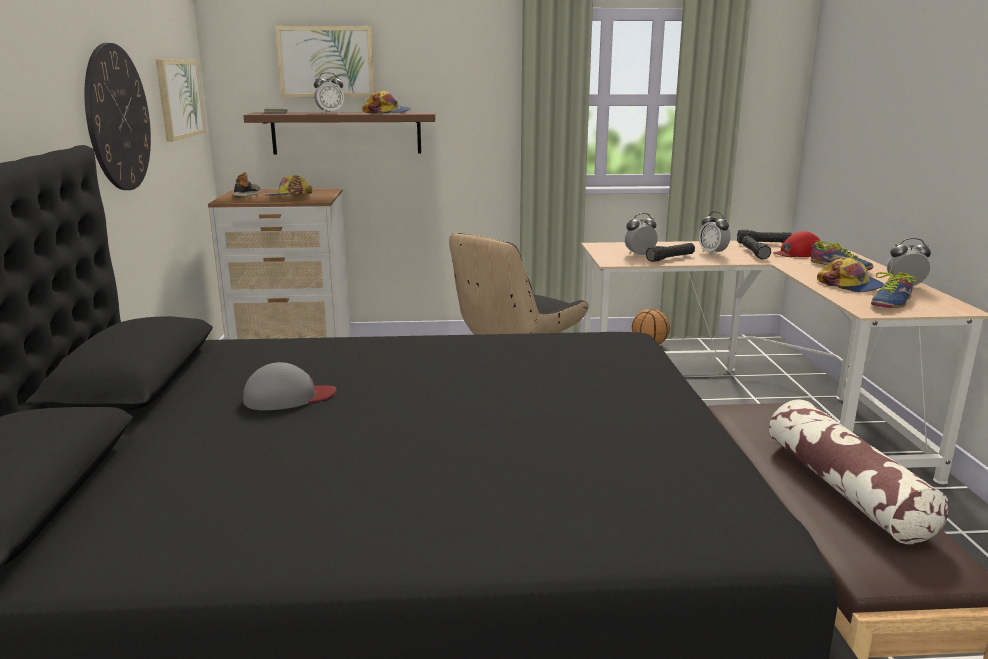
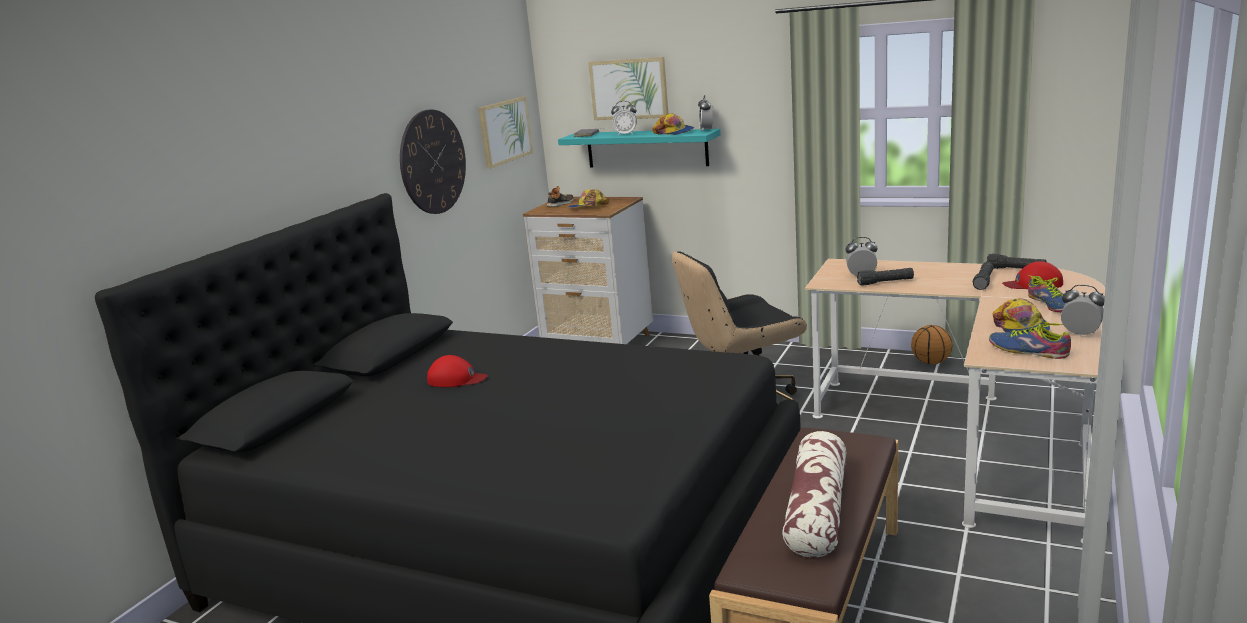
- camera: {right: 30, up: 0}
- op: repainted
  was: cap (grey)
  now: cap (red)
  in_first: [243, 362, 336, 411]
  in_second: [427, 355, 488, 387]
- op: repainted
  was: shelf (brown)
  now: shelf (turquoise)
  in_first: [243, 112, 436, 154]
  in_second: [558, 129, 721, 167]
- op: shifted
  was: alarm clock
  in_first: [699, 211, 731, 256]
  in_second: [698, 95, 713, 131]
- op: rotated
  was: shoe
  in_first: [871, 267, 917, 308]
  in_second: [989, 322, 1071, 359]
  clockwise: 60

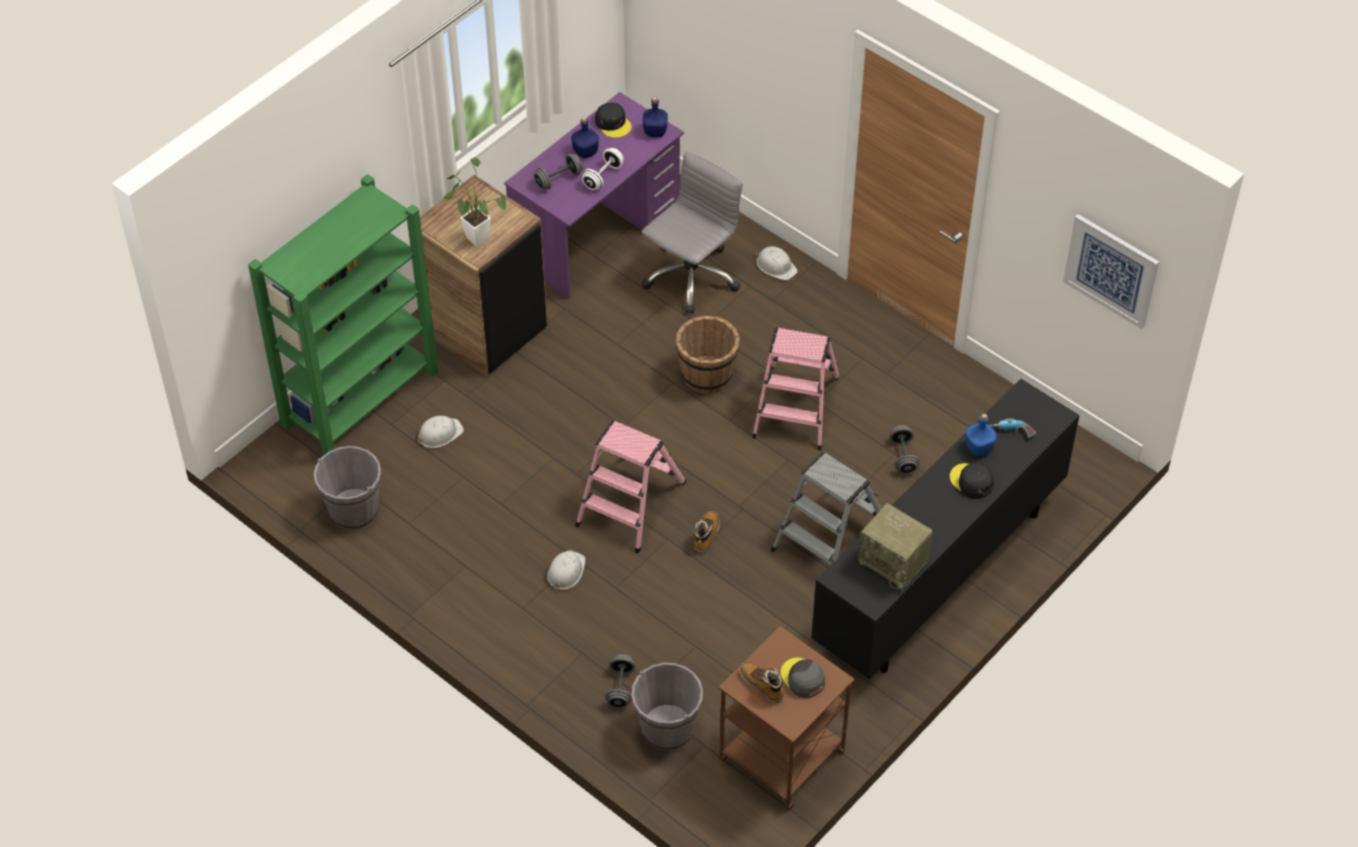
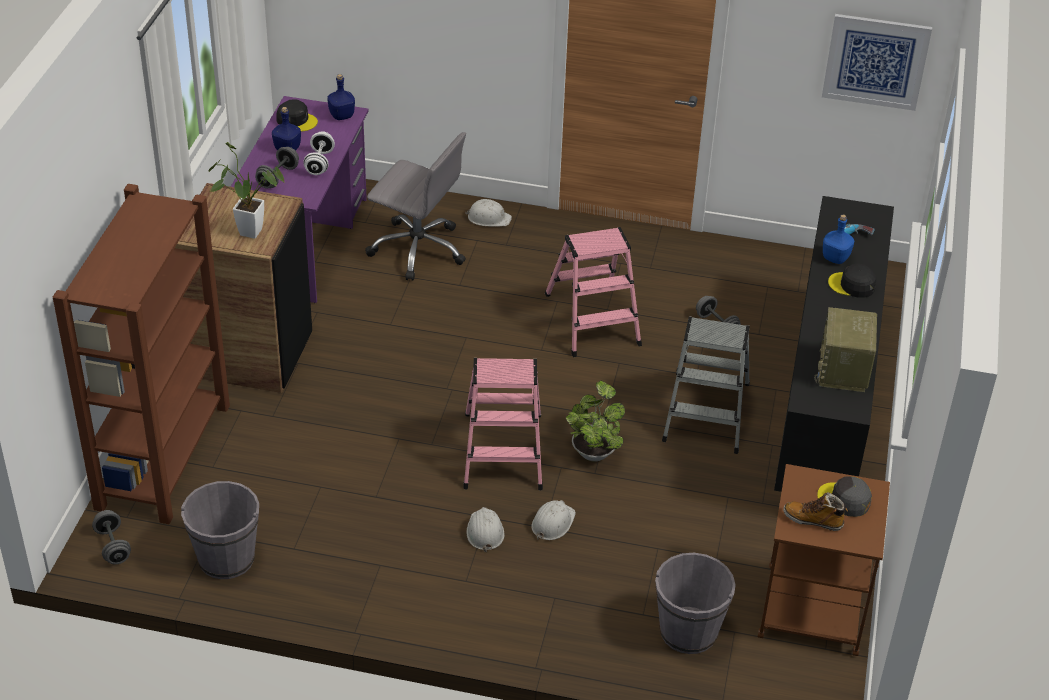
- camera: {right: -30, up: -10}
- op: repainted
  was: bookcase (green)
  now: bookcase (brown)
  in_first: [248, 174, 438, 456]
  in_second: [53, 184, 230, 524]
- op: shifted
  was: dumbbell (grey)
  in_first: [605, 654, 636, 709]
  in_second: [92, 510, 131, 564]
- op: rotated
  was: office chair (grey)
  in_first: [641, 152, 743, 314]
  in_second: [365, 132, 466, 281]
  clockwise: 105
- op: shifted
  was: hard hat (white)
  in_first: [418, 416, 464, 448]
  in_second: [531, 500, 576, 540]
- op: swapped
  was: boot
  now: potted plant
  in_first: [694, 511, 720, 553]
  in_second: [566, 380, 625, 462]
- op: rotated
  was: radio
  in_first: [858, 503, 933, 590]
  in_second: [814, 307, 877, 392]
  clockwise: 90
- op: gone
  was: bucket (brown)
  in_first: [676, 316, 740, 394]

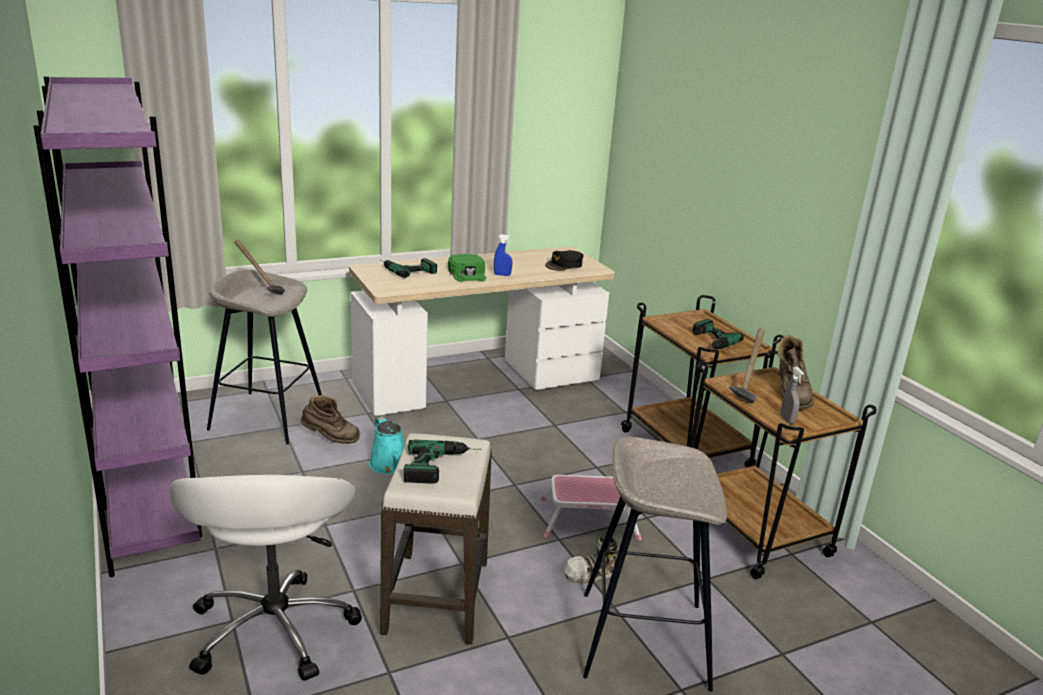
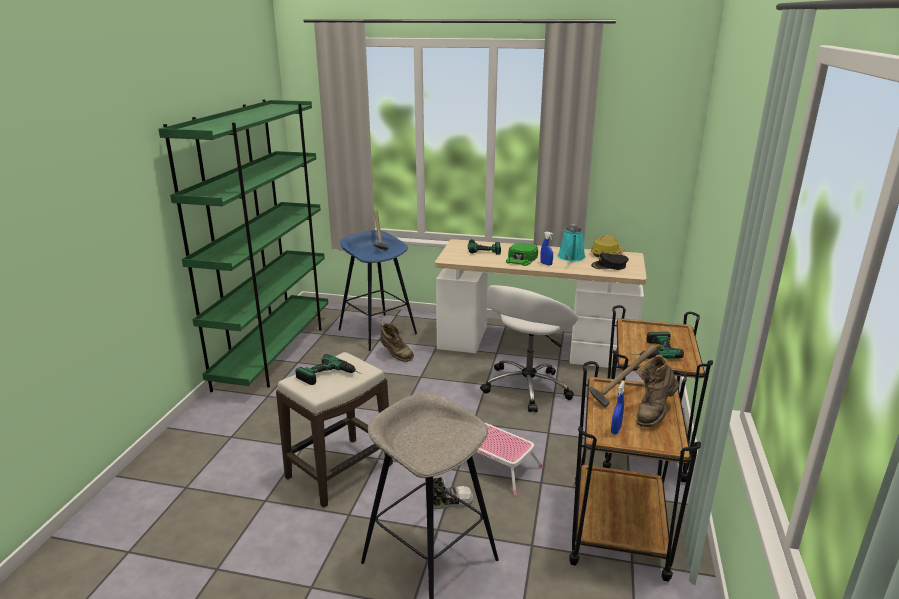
- camera: {right: 40, up: 0}
- op: repainted
  was: bookcase (purple)
  now: bookcase (green)
  in_first: [34, 76, 202, 577]
  in_second: [158, 99, 328, 392]
- op: repainted
  was: stool (grey)
  now: stool (blue)
  in_first: [207, 269, 322, 444]
  in_second: [339, 230, 417, 351]
- op: rotated
  was: shoe
  in_first: [564, 537, 617, 583]
  in_second: [433, 477, 473, 509]
  clockwise: 150
- op: shifted
  was: office chair (white)
  in_first: [169, 475, 362, 681]
  in_second: [480, 285, 578, 412]
- op: shifted
  was: watering can (turquoise)
  in_first: [369, 416, 404, 474]
  in_second: [558, 224, 586, 261]
- op: new
  now: hard hat
  in_second: [591, 235, 625, 257]
- op: repainted
  was: spray bottle (grey)
  now: spray bottle (blue)
  in_first: [780, 367, 804, 424]
  in_second: [611, 381, 625, 434]

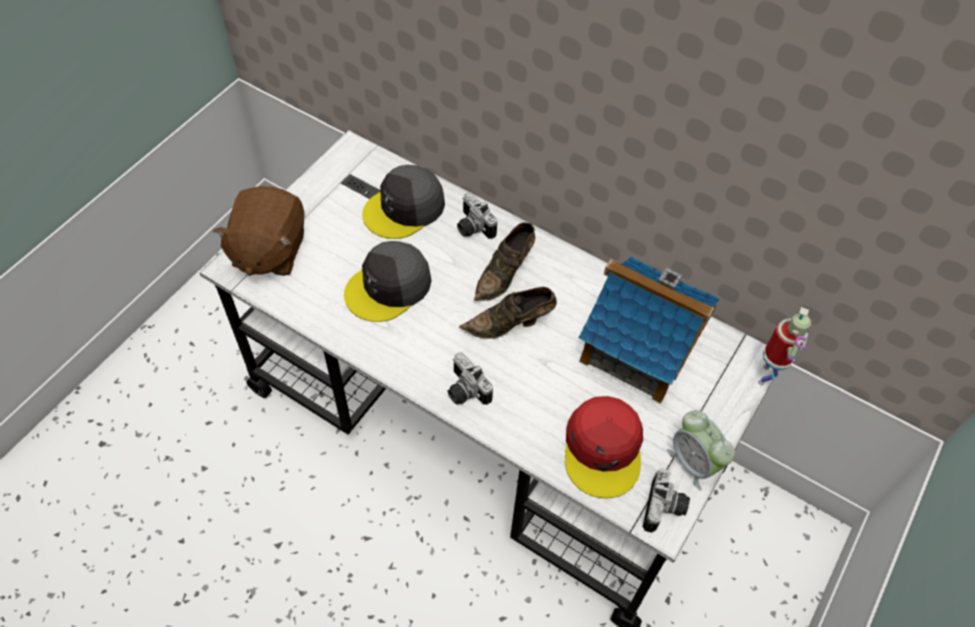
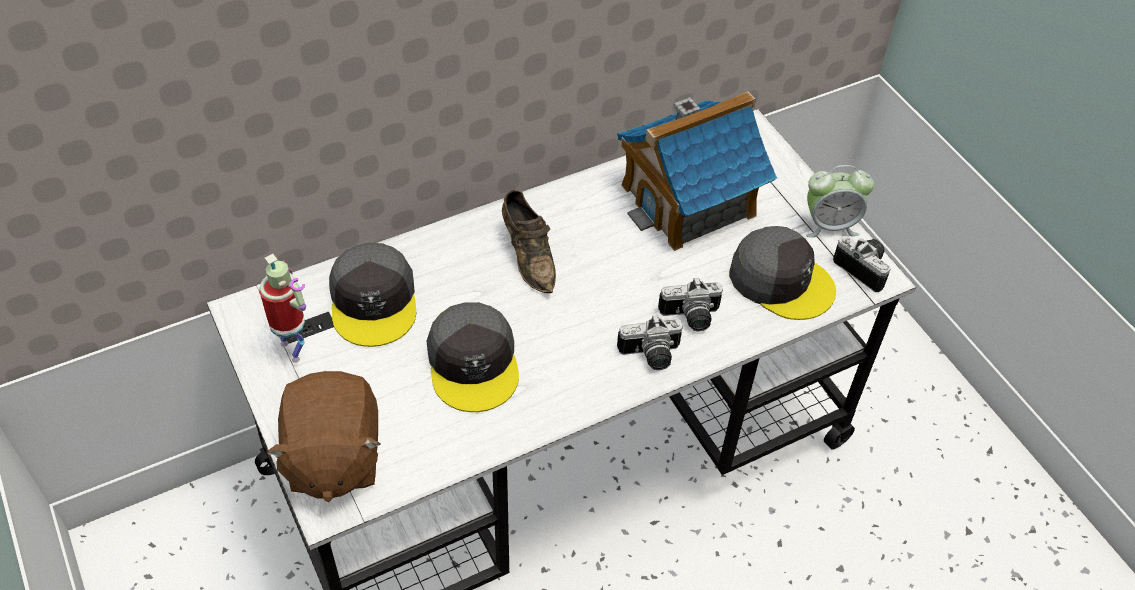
- camera: {right: -60, up: -5}
- op: shifted
  was: toy robot
  in_first: [758, 307, 812, 385]
  in_second: [259, 254, 306, 363]
- op: rotated
  was: plush toy (brown)
  in_first: [213, 186, 304, 276]
  in_second: [267, 371, 381, 502]
  clockwise: 45
- op: shifted
  was: photo camera
  in_first: [457, 192, 497, 239]
  in_second: [658, 277, 723, 331]
- op: repainted
  was: cap (red)
  now: cap (grey)
  in_first: [565, 396, 643, 498]
  in_second: [729, 226, 836, 320]
- op: gone
  was: shoe (brown)
  in_first: [459, 287, 557, 339]

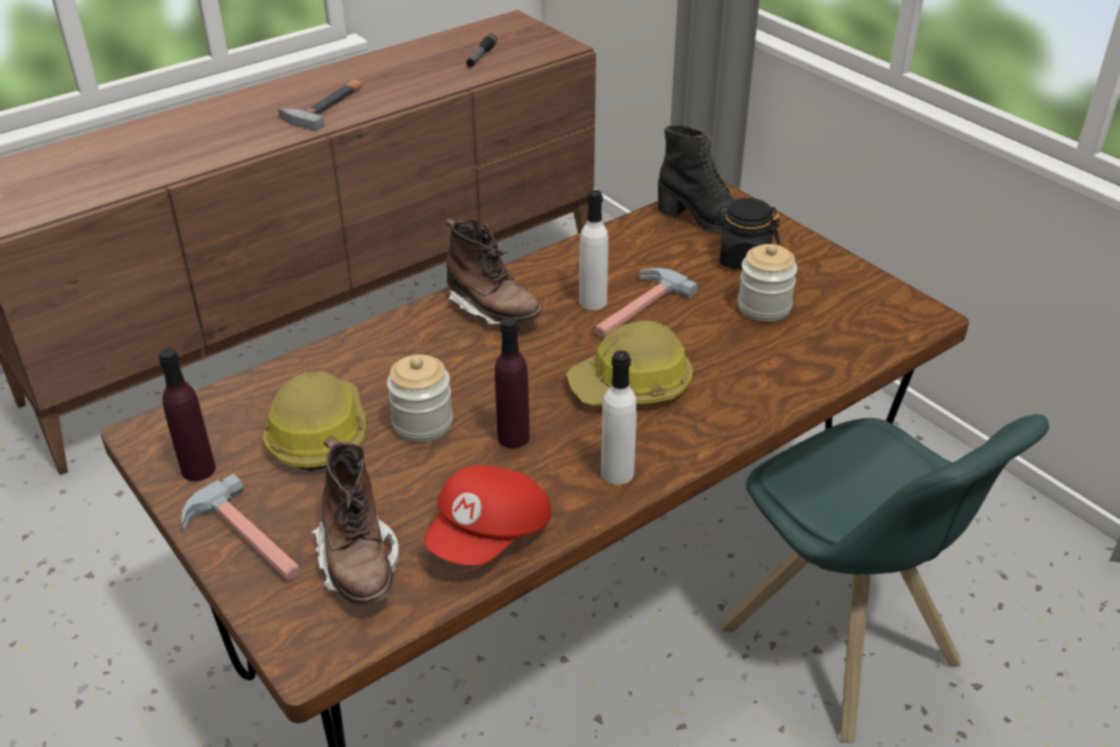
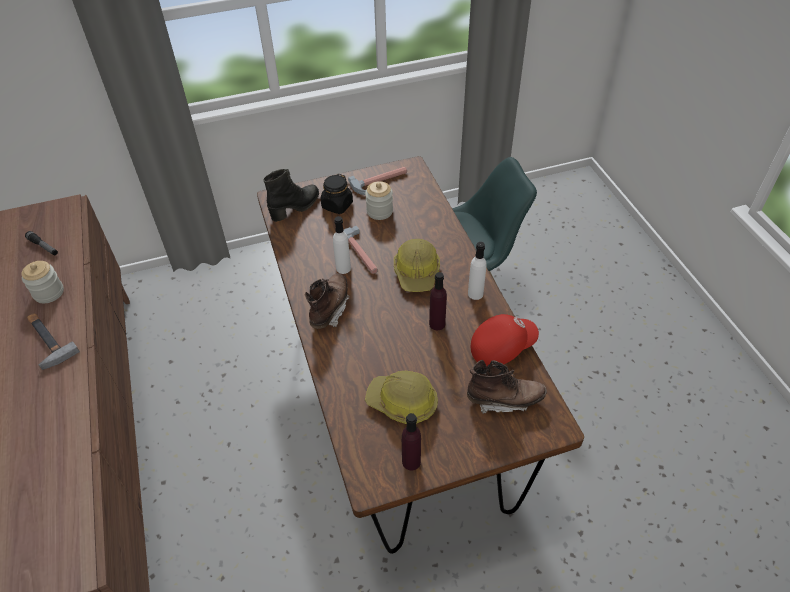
- camera: {right: -70, up: 10}
- op: shifted
  was: jar
  in_first: [387, 354, 453, 442]
  in_second: [21, 261, 64, 303]
- op: rotated
  was: boot (brown)
  in_first: [446, 218, 543, 325]
  in_second: [305, 273, 350, 329]
  clockwise: -45
- op: shifted
  was: hammer
  in_first: [181, 474, 300, 581]
  in_second: [348, 167, 407, 195]
- op: rotated
  was: cap (red)
  in_first: [424, 465, 551, 565]
  in_second: [471, 314, 539, 366]
  clockwise: -75

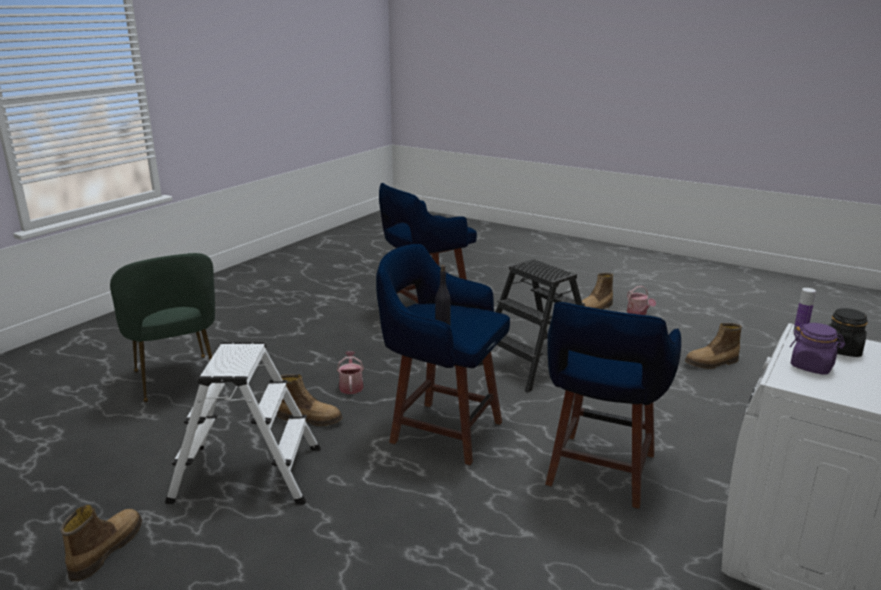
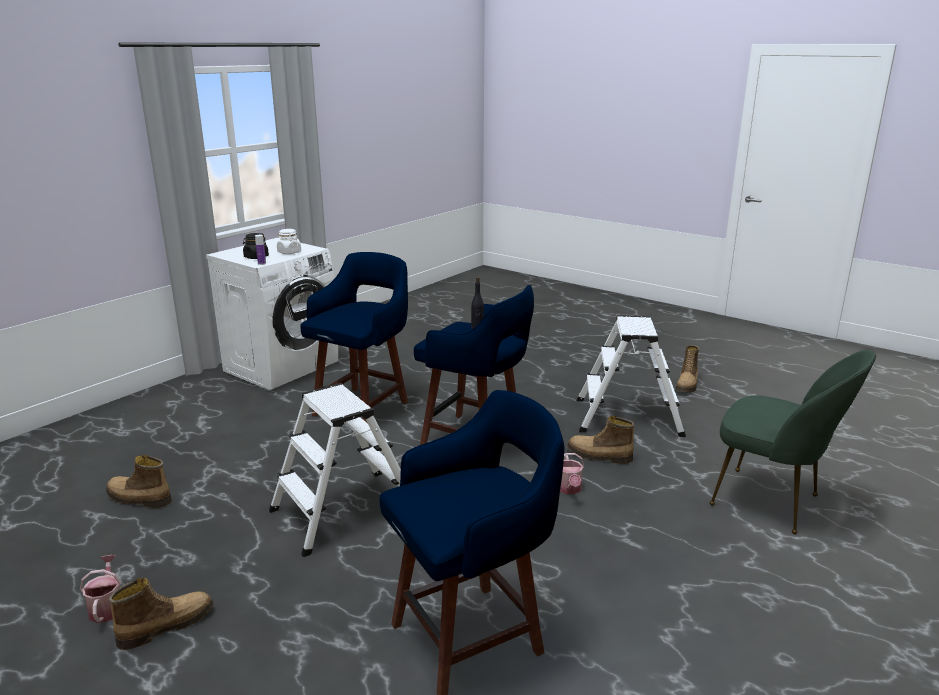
- camera: {right: -175, up: 0}
- op: rotated
  was: boot
  in_first: [684, 323, 742, 369]
  in_second: [106, 455, 172, 508]
  clockwise: -150
- op: repainted
  was: step ladder (black)
  now: step ladder (white)
  in_first: [478, 259, 585, 393]
  in_second: [269, 383, 401, 557]
- op: repainted
  was: jar (purple)
  now: jar (white)
  in_first: [790, 323, 845, 375]
  in_second: [277, 229, 301, 254]
- op: rotated
  was: chair (green)
  in_first: [110, 253, 215, 402]
  in_second: [710, 350, 876, 534]
  clockwise: 150

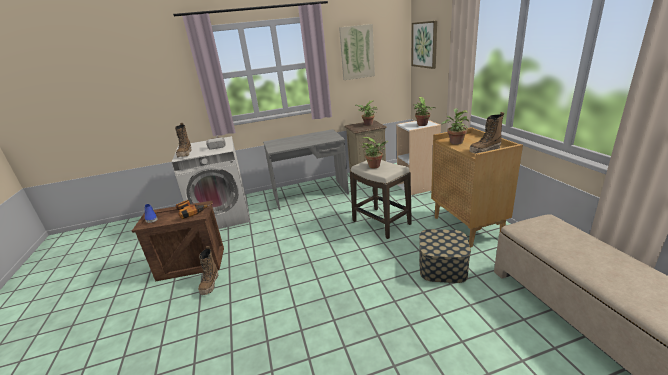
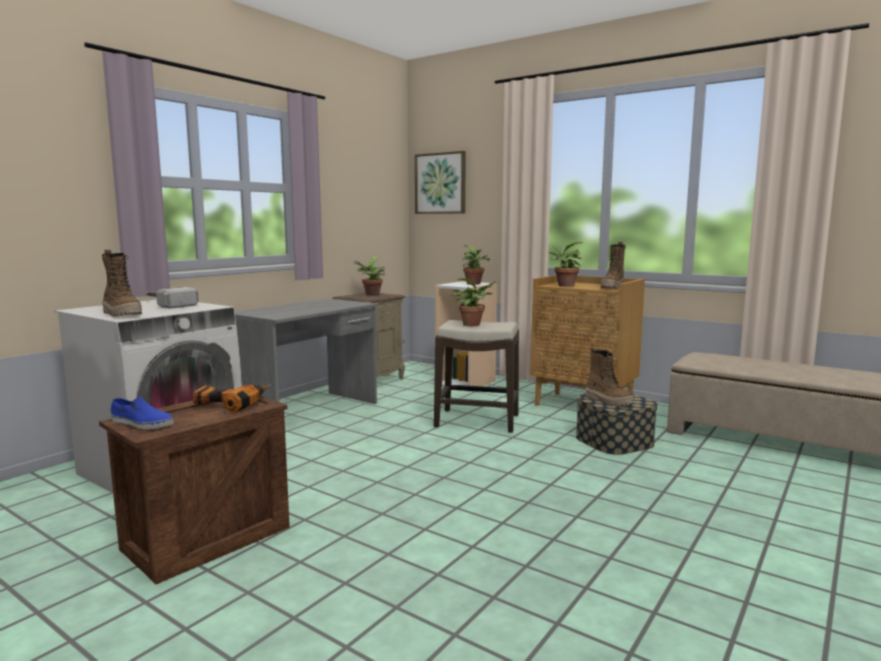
- camera: {right: -40, up: -15}
- op: shifted
  was: boot
  in_first: [198, 246, 218, 295]
  in_second: [586, 347, 633, 406]
- op: gone
  was: picture
  in_first: [339, 24, 375, 80]

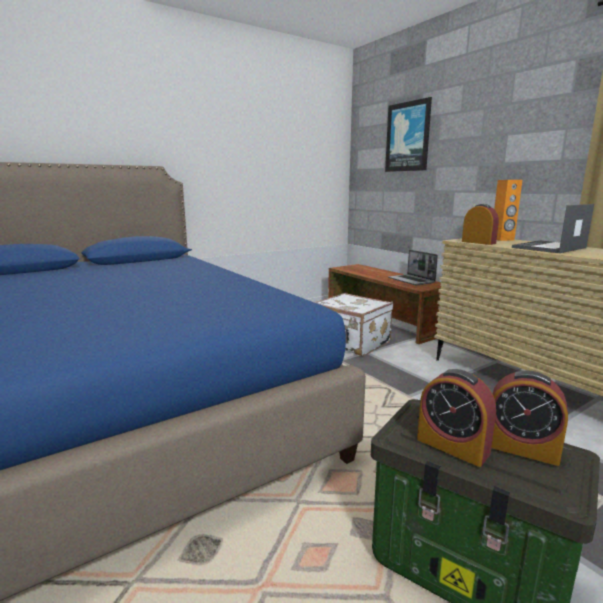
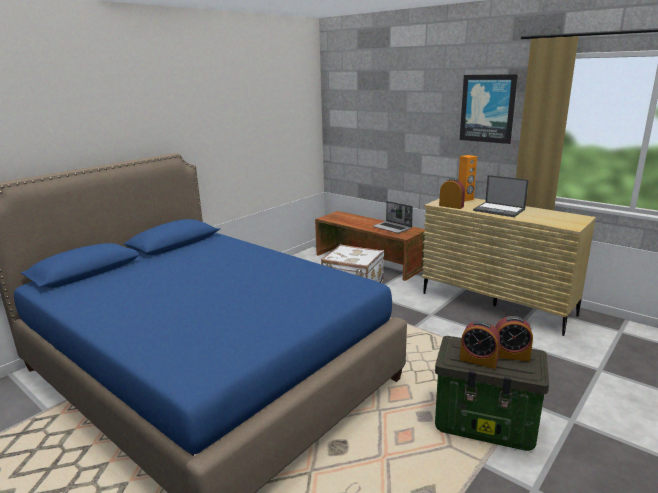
- camera: {right: -15, up: 5}
- op: shifted
  was: picture
  in_first: [385, 97, 432, 172]
  in_second: [460, 74, 518, 144]
- op: rotated
  was: laptop
  in_first: [512, 204, 594, 253]
  in_second: [473, 175, 529, 217]
  clockwise: -90

